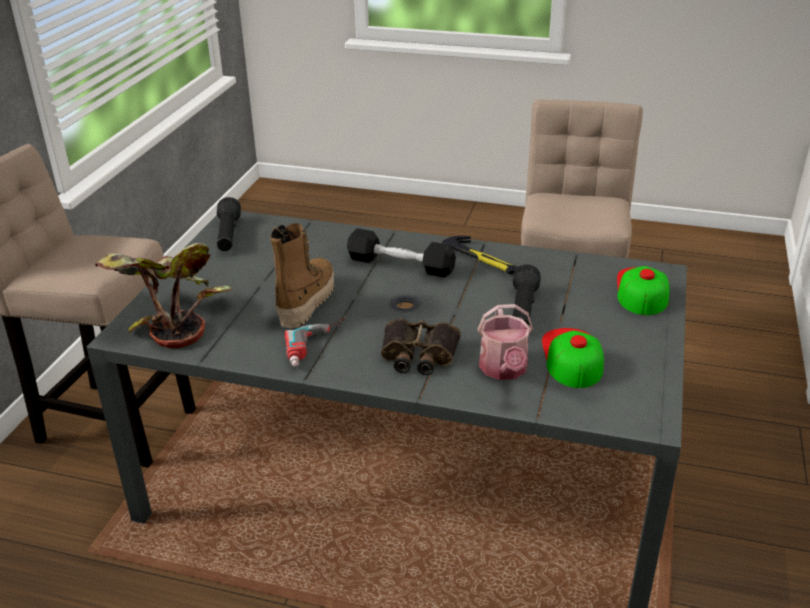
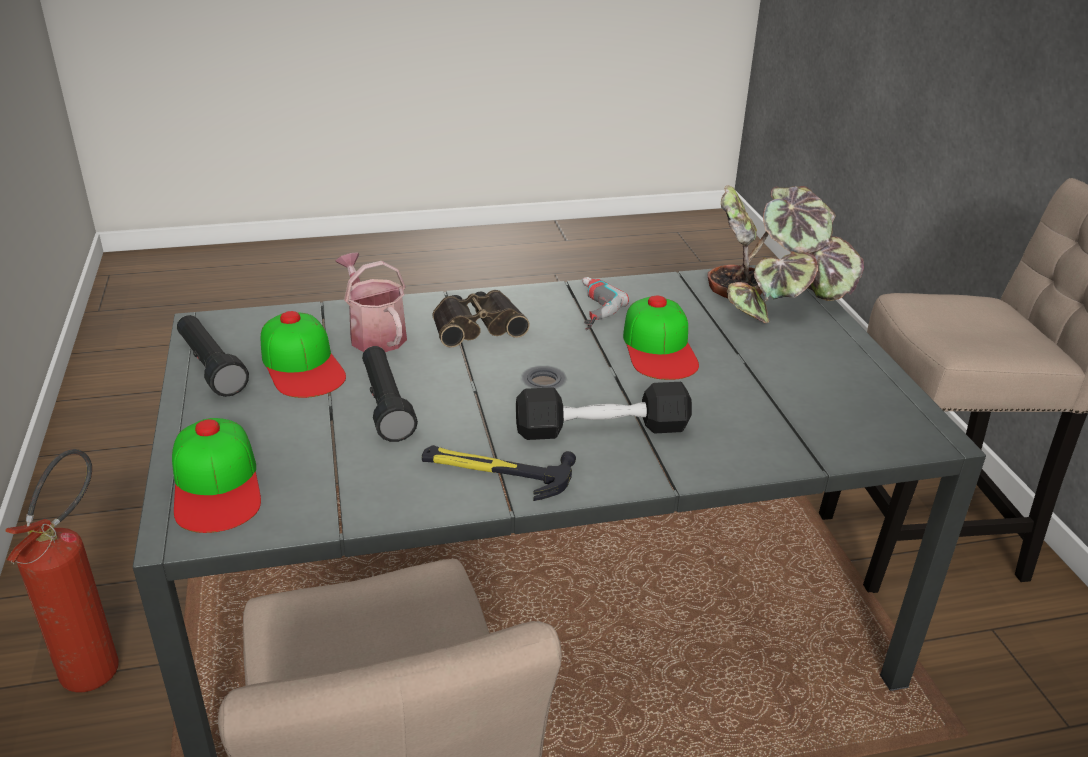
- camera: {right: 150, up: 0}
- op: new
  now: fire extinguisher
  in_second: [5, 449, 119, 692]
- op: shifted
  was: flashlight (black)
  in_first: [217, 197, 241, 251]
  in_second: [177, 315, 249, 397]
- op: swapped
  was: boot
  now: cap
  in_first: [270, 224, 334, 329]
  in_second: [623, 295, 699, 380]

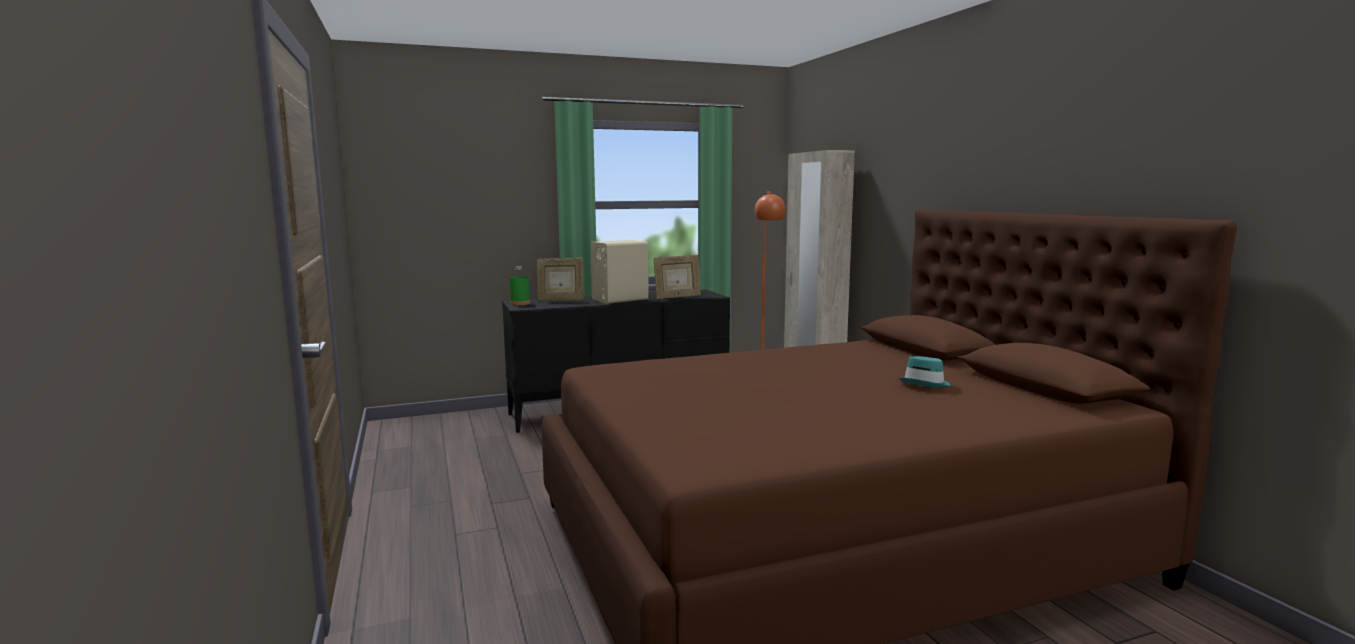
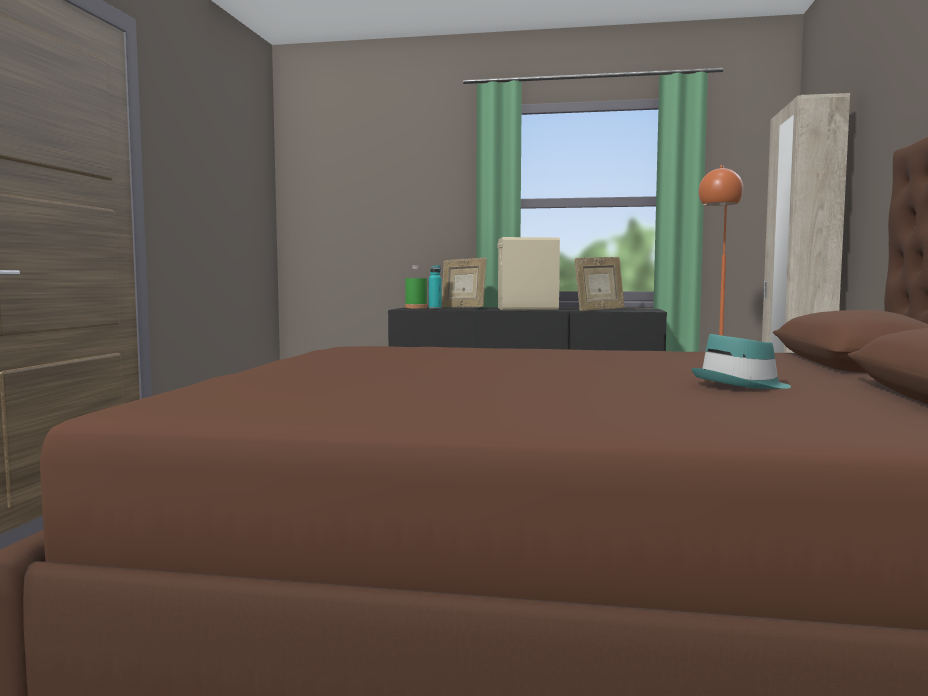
- camera: {right: 30, up: -5}
- op: new
  now: bottle (turquoise)
  in_second: [429, 265, 442, 309]
- op: rotated
  was: picture frame
  in_first: [653, 255, 701, 299]
  in_second: [574, 257, 625, 311]
  clockwise: -45

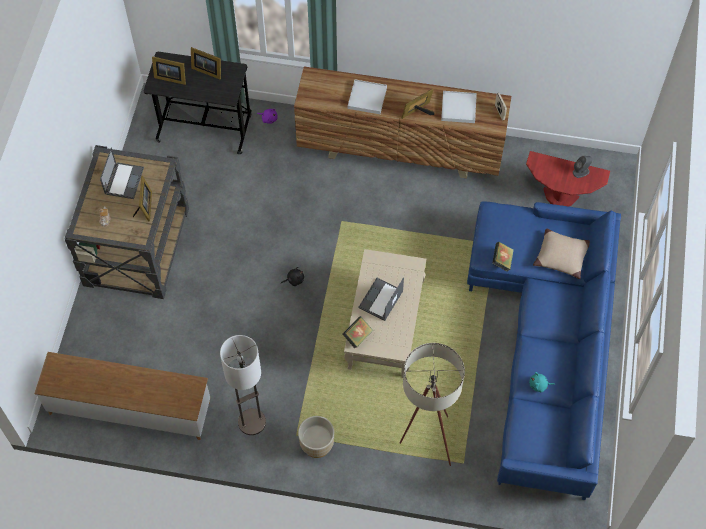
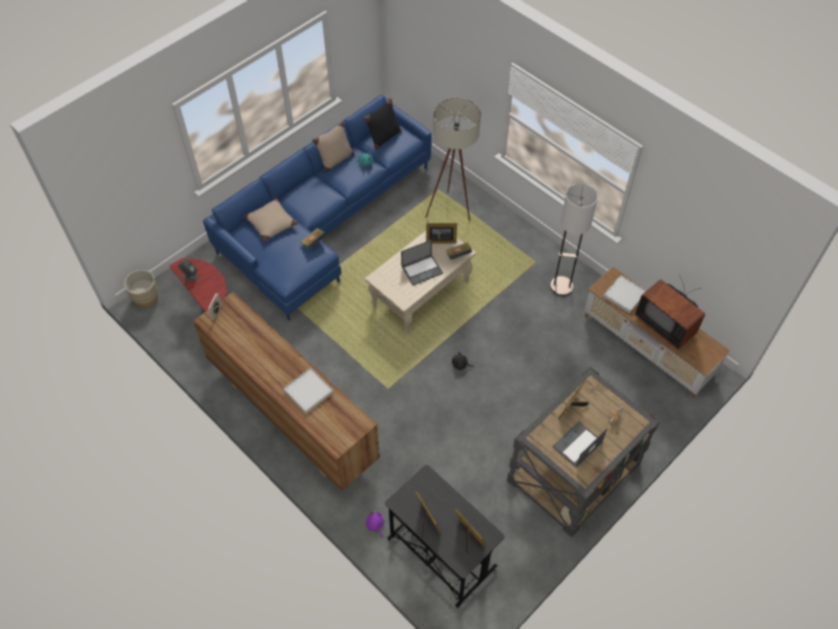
- camera: {right: -145, up: -5}
- op: shifted
  was: planter (beige)
  in_first: [298, 416, 334, 458]
  in_second: [124, 270, 158, 307]
- op: new
  now: pillow (beige)
  in_second: [312, 121, 354, 172]
- op: new
  now: pillow (black)
  in_second: [363, 98, 402, 150]
- op: shifted
  was: picture frame
  in_first: [401, 89, 435, 119]
  in_second: [426, 223, 457, 244]
- op: shifted
  was: tray (white)
  in_first: [441, 91, 477, 123]
  in_second: [603, 275, 647, 313]
- op: new
  now: television
  in_second: [635, 275, 705, 350]

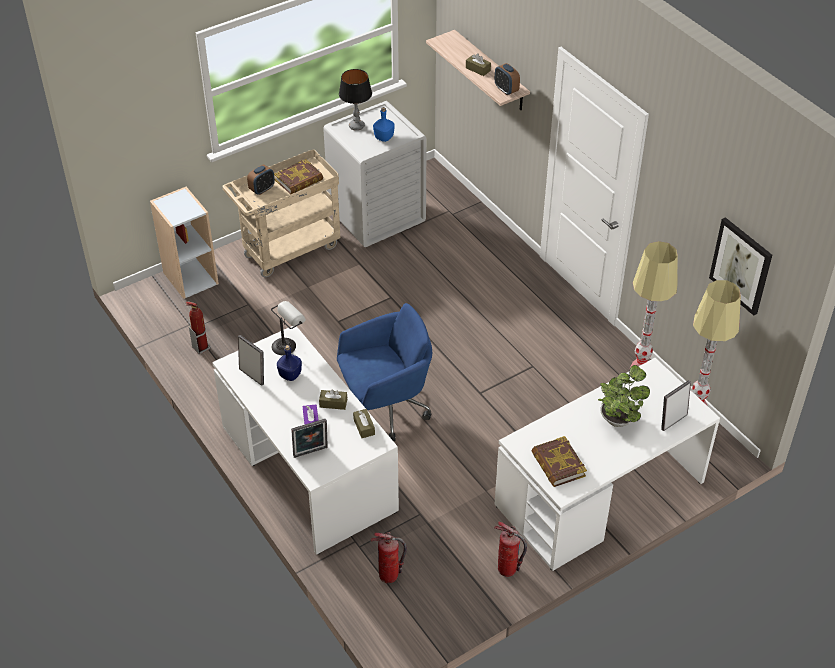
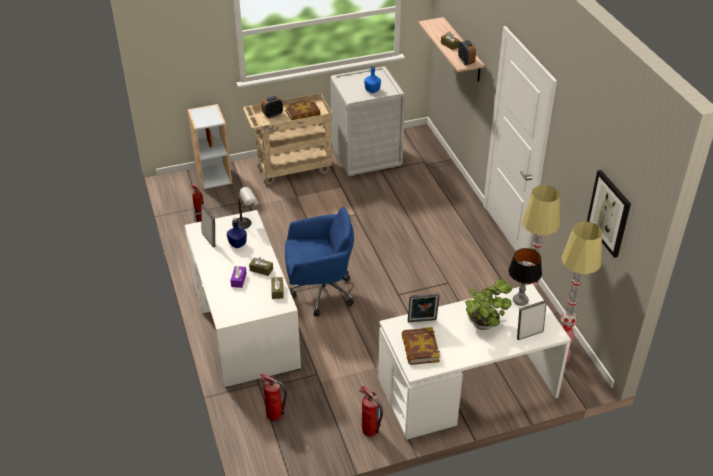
- camera: {right: 15, up: -5}
- op: shifted
  was: picture frame
  in_first: [291, 419, 328, 458]
  in_second: [408, 293, 439, 322]
- op: shifted
  was: table lamp
  in_first: [339, 69, 372, 131]
  in_second: [508, 248, 542, 306]

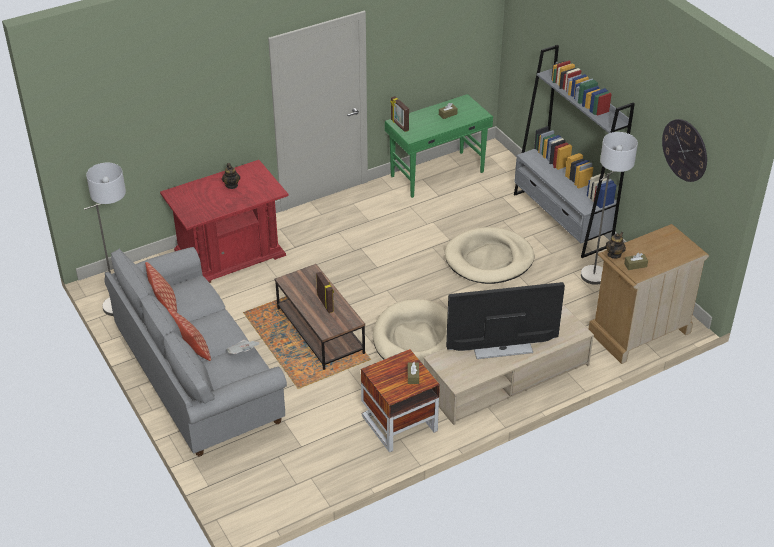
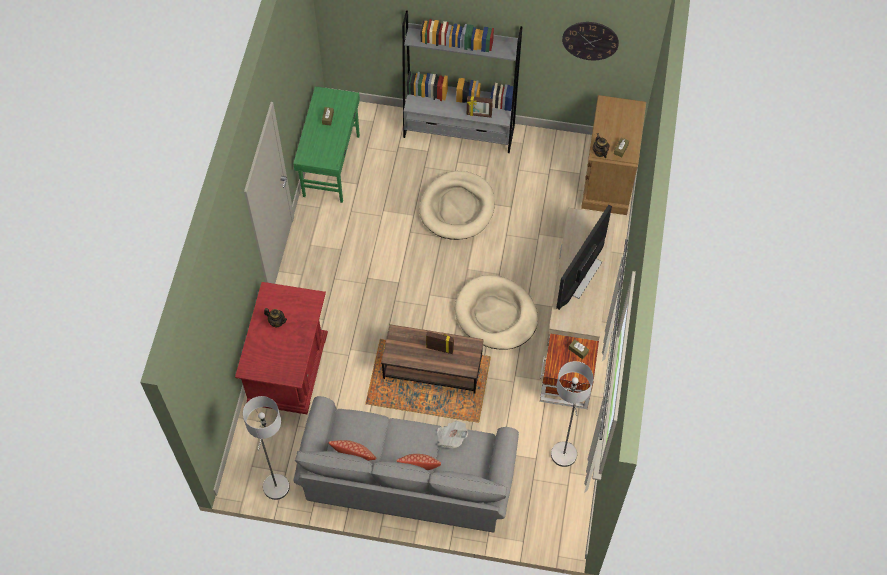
- camera: {right: -50, up: 20}
- op: shifted
  was: picture frame
  in_first: [390, 96, 409, 132]
  in_second: [467, 96, 493, 118]
- op: shifted
  was: floor lamp (grey)
  in_first: [581, 132, 638, 285]
  in_second: [551, 361, 594, 467]

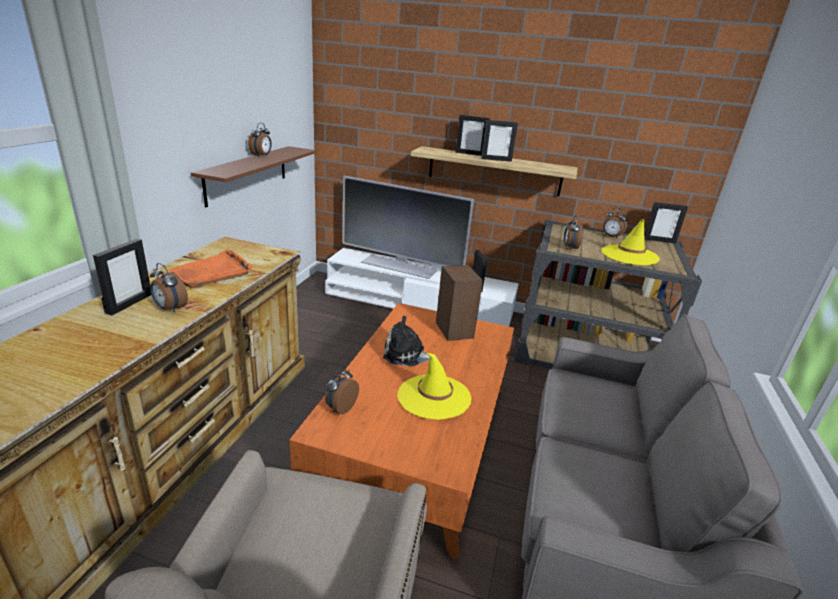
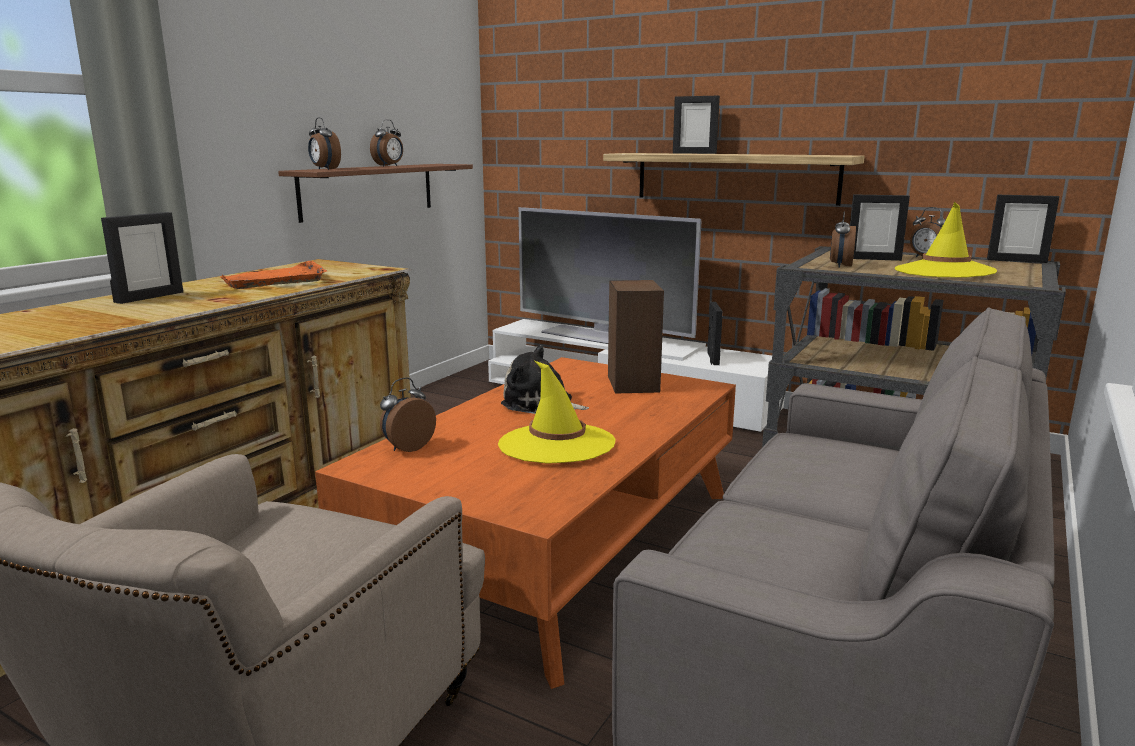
- camera: {right: 15, up: -10}
- op: shifted
  was: alarm clock
  in_first: [150, 263, 188, 313]
  in_second: [308, 117, 341, 170]
- op: shifted
  was: picture frame
  in_first: [481, 120, 518, 162]
  in_second: [850, 194, 910, 261]

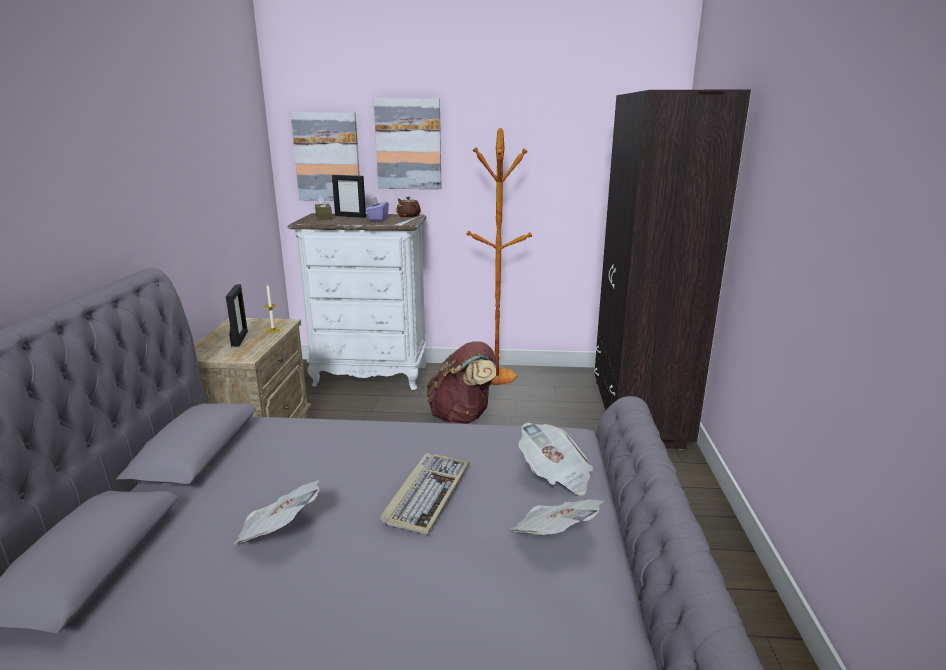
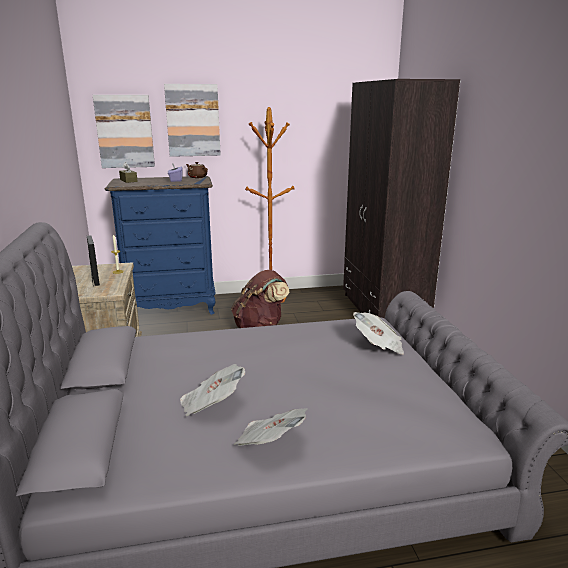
- camera: {right: -15, up: 0}
- op: repainted
  was: dresser (white)
  now: dresser (blue)
  in_first: [287, 213, 427, 390]
  in_second: [105, 176, 215, 315]
- op: shifted
  was: newspaper
  in_first: [510, 499, 604, 535]
  in_second: [233, 408, 308, 446]
- op: gone
  was: picture frame
  in_first: [332, 175, 366, 218]
- op: gone
  was: keyboard
  in_first: [380, 453, 469, 535]

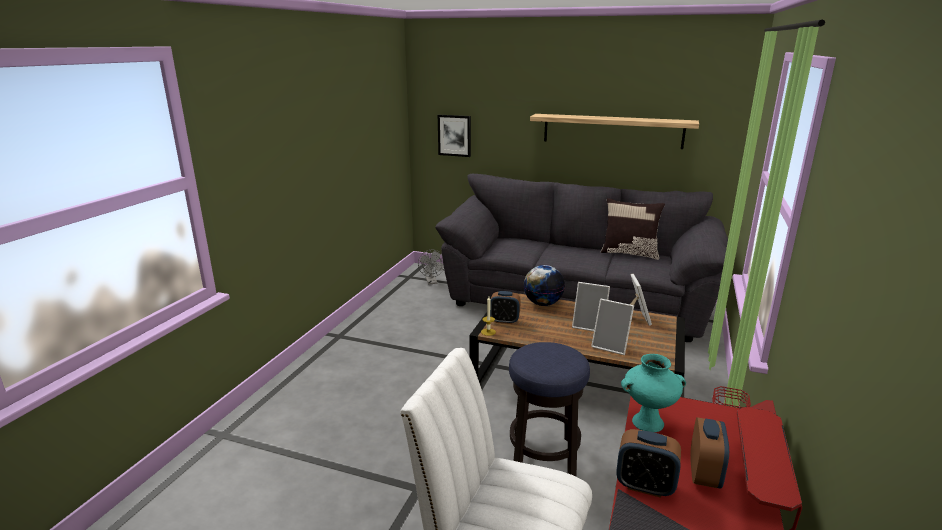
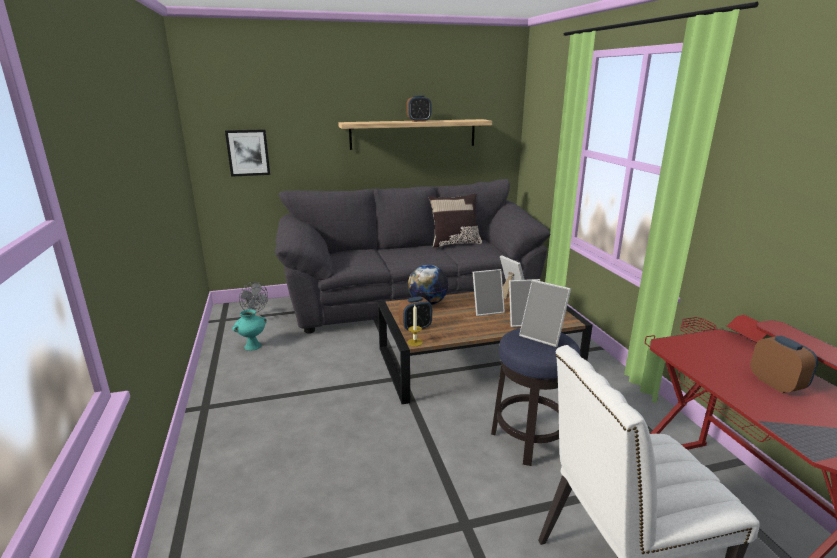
- camera: {right: -35, up: 0}
- op: shifted
  was: vase (turquoise)
  in_first: [621, 354, 686, 432]
  in_second: [232, 309, 267, 351]
- op: shifted
  was: alarm clock
  in_first: [616, 429, 681, 498]
  in_second: [406, 95, 431, 122]
- op: new
  now: picture frame
  in_second: [519, 280, 571, 347]

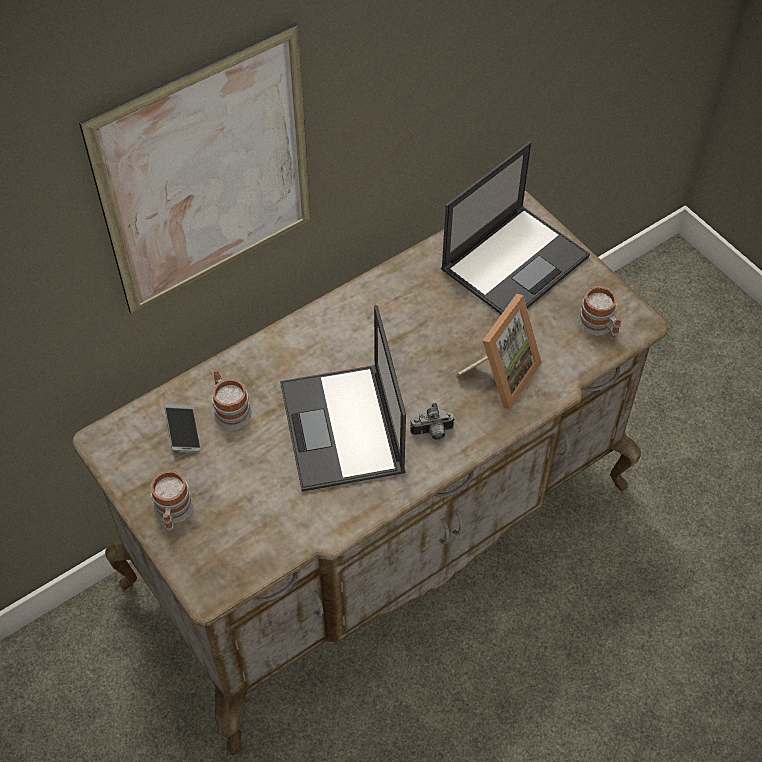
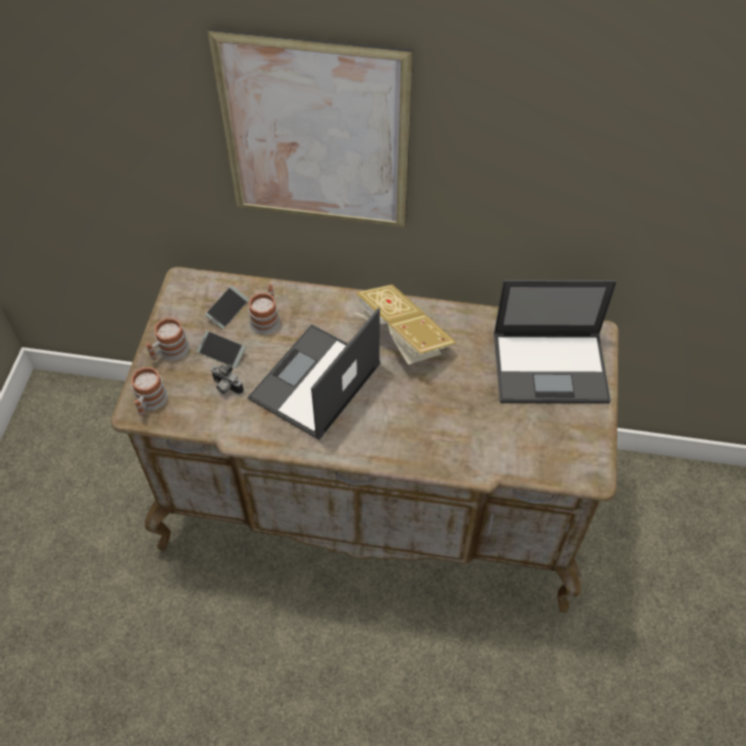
- camera: {right: 45, up: 0}
- op: shifted
  was: mug
  in_first: [578, 286, 622, 338]
  in_second: [131, 367, 168, 416]
- op: new
  now: phone
  in_second: [197, 331, 246, 368]
- op: shifted
  was: photo camera
  in_first: [410, 403, 455, 440]
  in_second: [211, 364, 244, 394]
- op: new
  now: book
  in_second: [355, 284, 457, 365]
- op: gone
  was: picture frame
  in_first: [456, 294, 542, 409]

